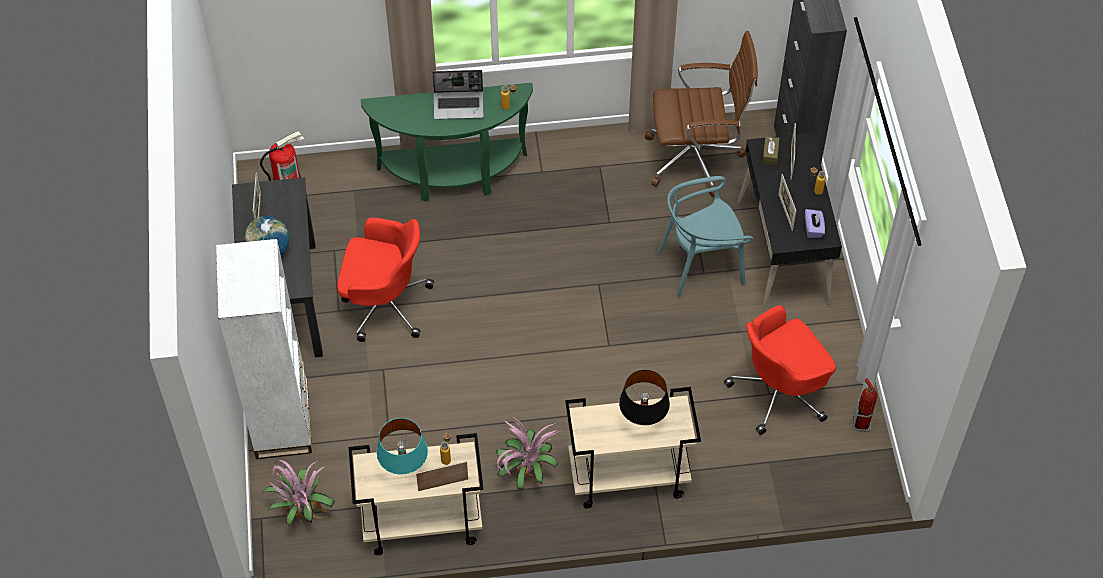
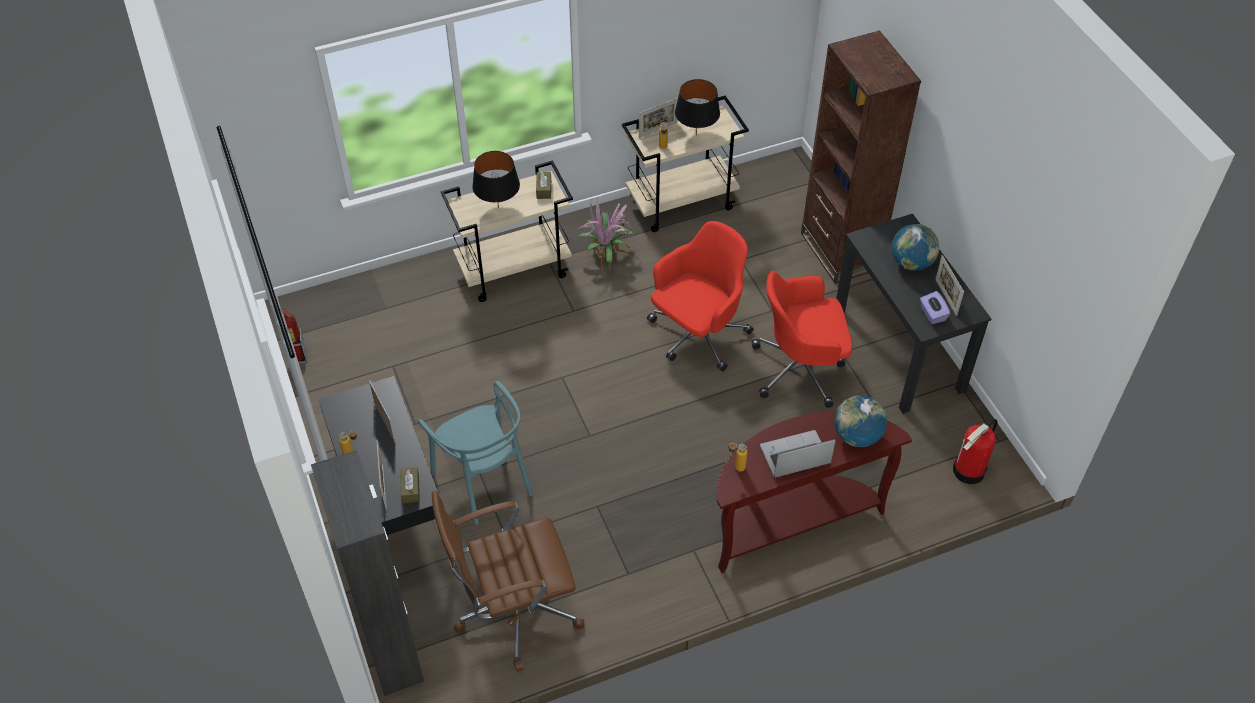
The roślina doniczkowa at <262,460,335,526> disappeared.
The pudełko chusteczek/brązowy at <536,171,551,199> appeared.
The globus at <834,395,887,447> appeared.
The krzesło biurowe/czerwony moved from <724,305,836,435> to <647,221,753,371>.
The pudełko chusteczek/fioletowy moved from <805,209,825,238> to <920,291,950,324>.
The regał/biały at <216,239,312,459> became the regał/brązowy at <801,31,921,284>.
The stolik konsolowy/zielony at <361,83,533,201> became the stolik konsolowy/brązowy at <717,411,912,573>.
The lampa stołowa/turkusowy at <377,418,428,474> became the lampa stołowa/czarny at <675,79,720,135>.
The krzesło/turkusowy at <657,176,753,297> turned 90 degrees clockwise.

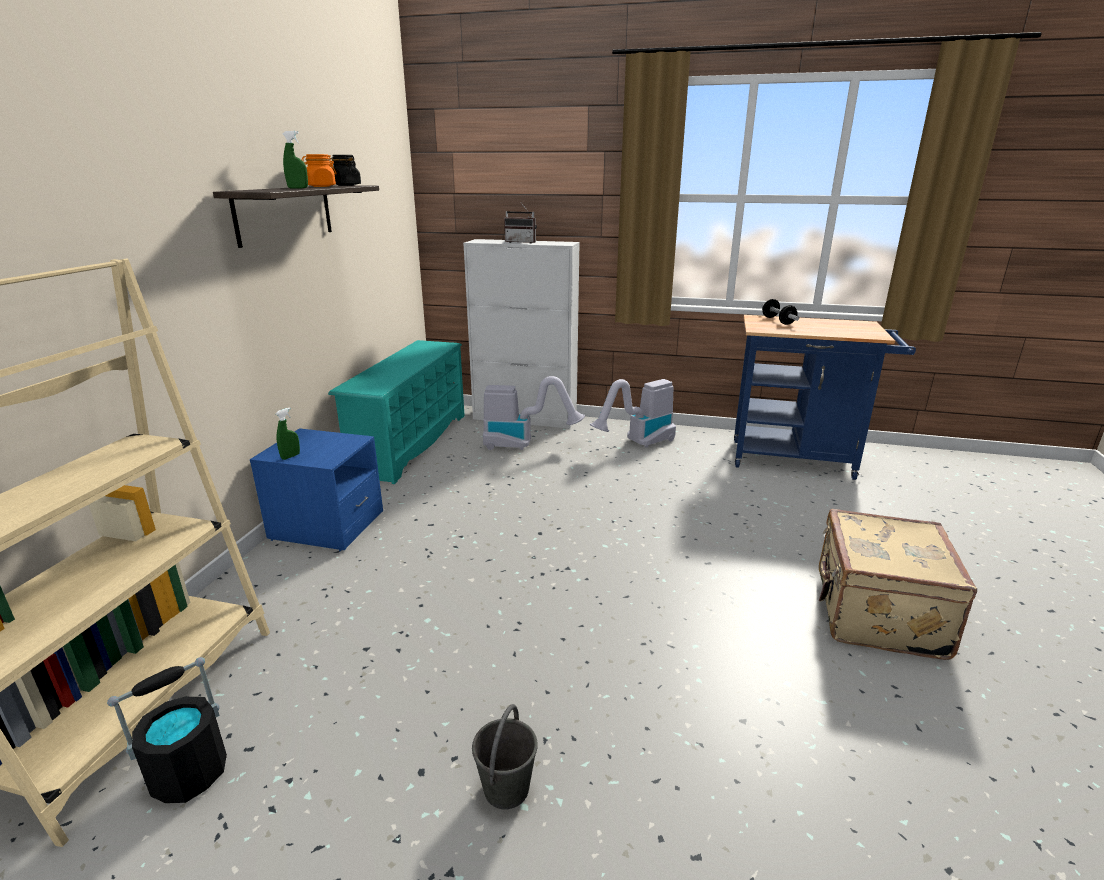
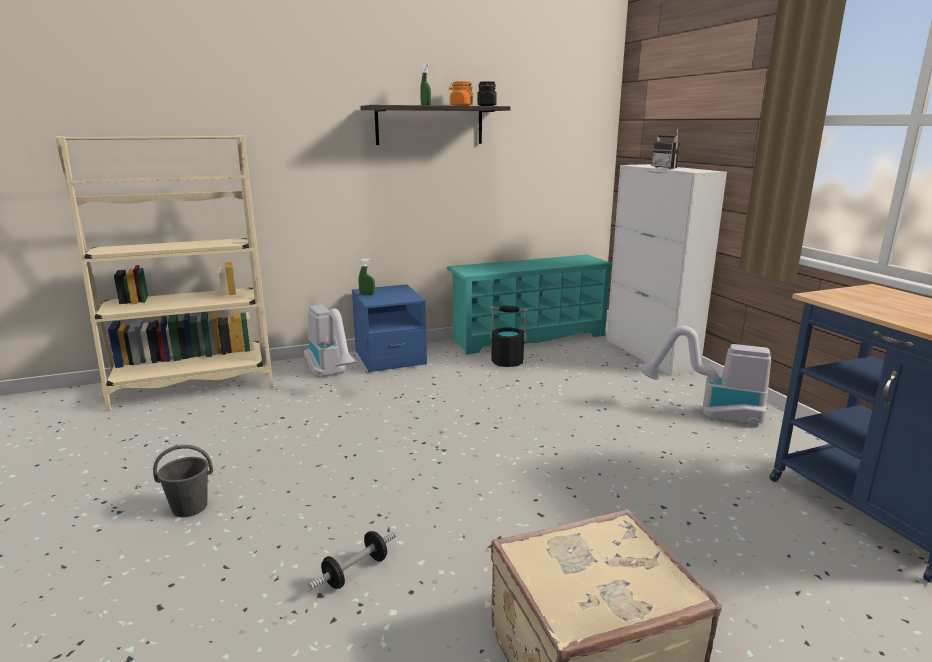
The wiadro/czarny moved from <107,657,227,803> to <490,306,528,367>.
The odkurzacz moved from <483,376,585,450> to <304,304,357,377>.
The hantel moved from <761,299,799,325> to <308,531,397,590>.

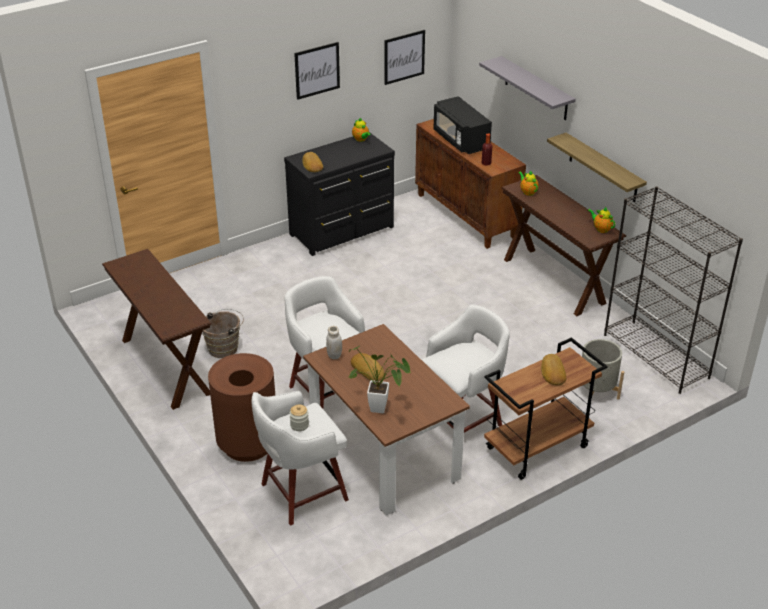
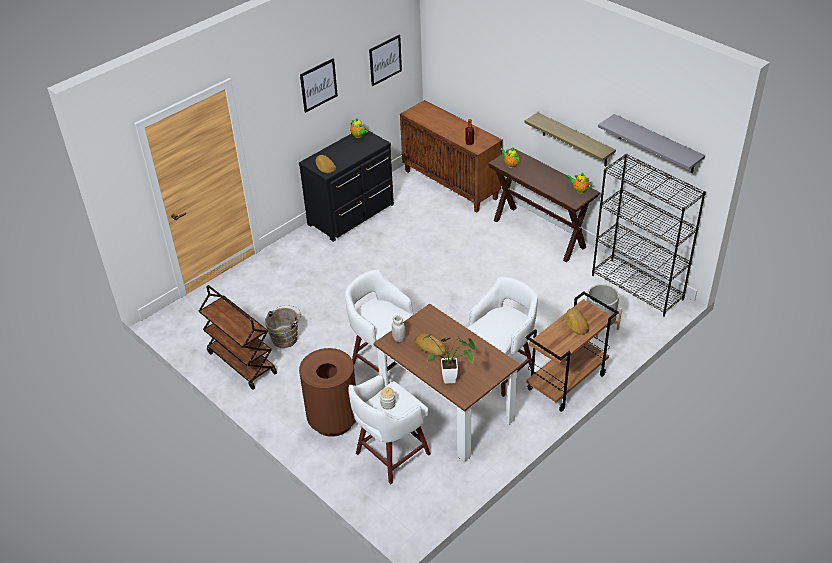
The mikrofalówka/czarny at <434,96,492,154> disappeared.
The półka/szary moved from <479,56,576,120> to <598,114,705,173>.
The stolik konsolowy/brązowy at <102,249,211,410> was replaced by the wózek/brązowy at <199,285,277,390>.

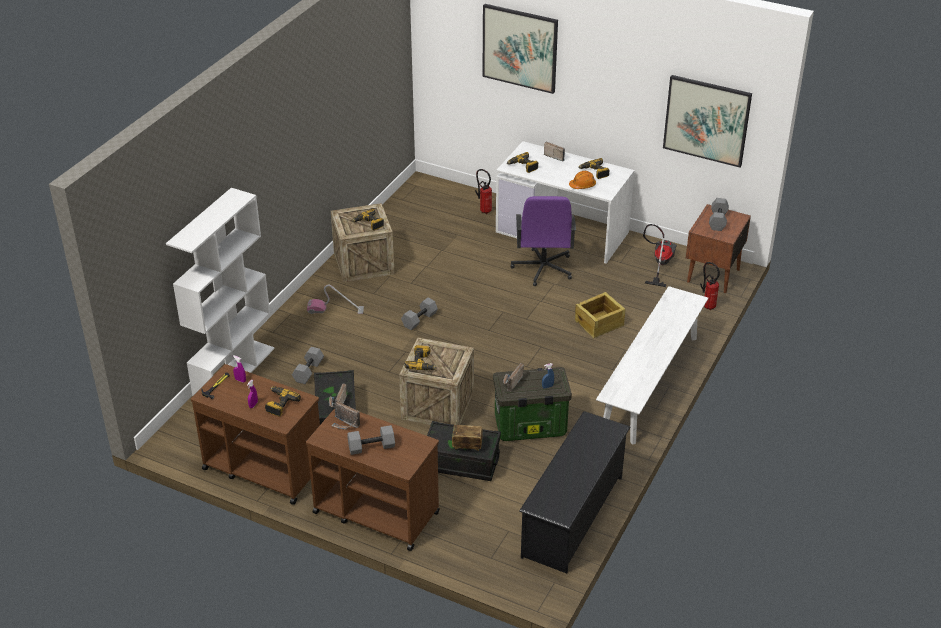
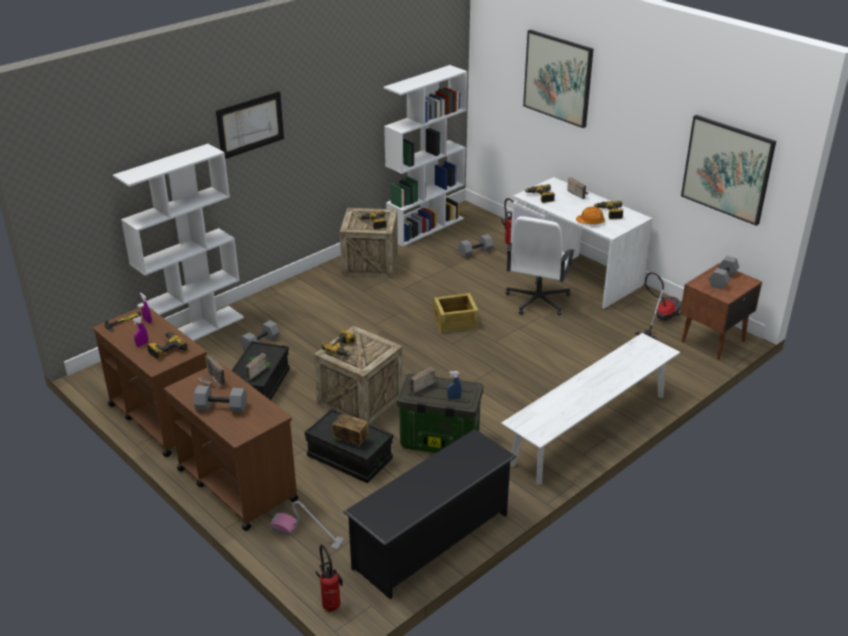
The obraz at <216,91,284,159> appeared.
The regał/biały at <383,65,467,247> appeared.
The odkurzacz moved from <307,284,364,314> to <270,501,344,550>.
The hantel/szary moved from <401,298,438,330> to <458,234,494,258>.
The skrzynka moved from <575,292,625,338> to <434,293,478,333>.
The gaśnica moved from <700,262,720,310> to <316,544,343,612>.
The krzesło biurowe/fioletowy at <510,196,576,286> became the krzesło biurowe/biały at <506,216,575,315>.

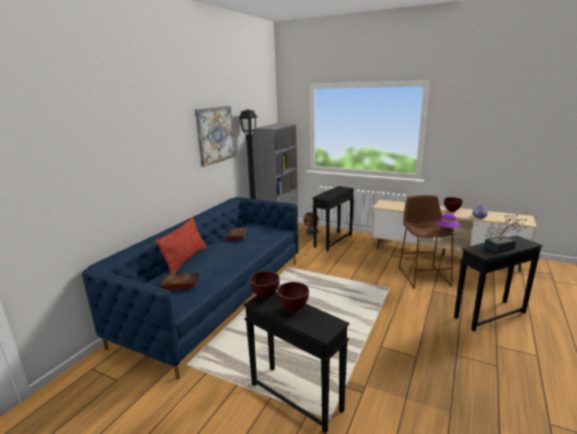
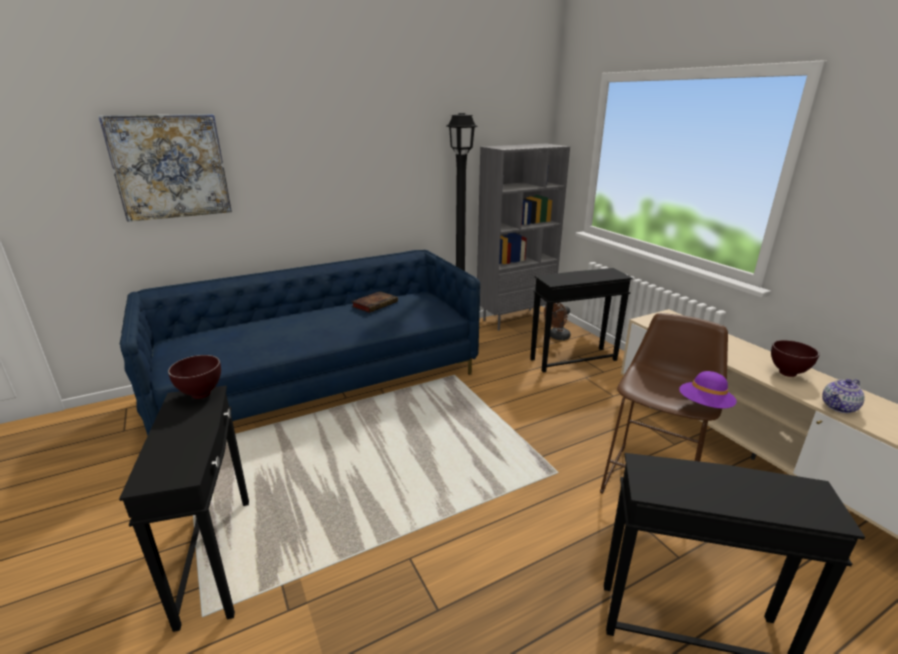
The poduszka at <155,217,207,274> disappeared.
The książka at <159,273,198,290> disappeared.
The miska/brązowy at <277,282,309,313> disappeared.
The roślina doniczkowa at <484,214,527,253> disappeared.
The obraz moved from <195,106,235,167> to <98,114,232,222>.

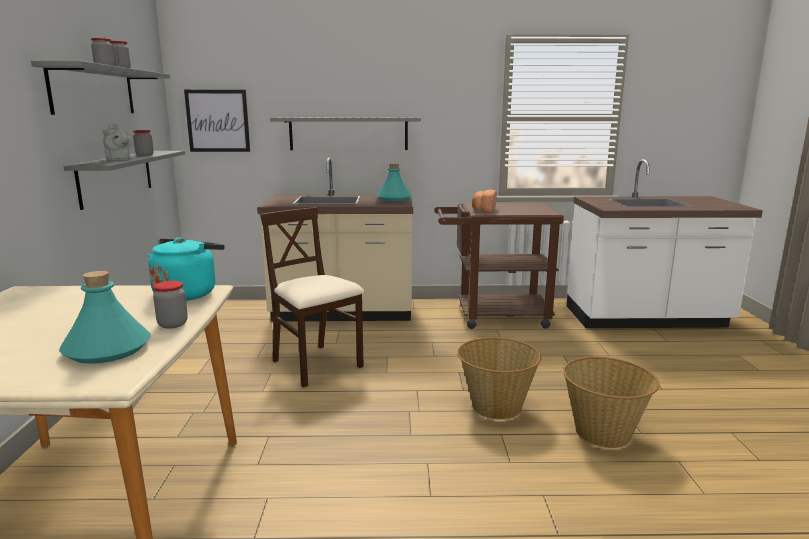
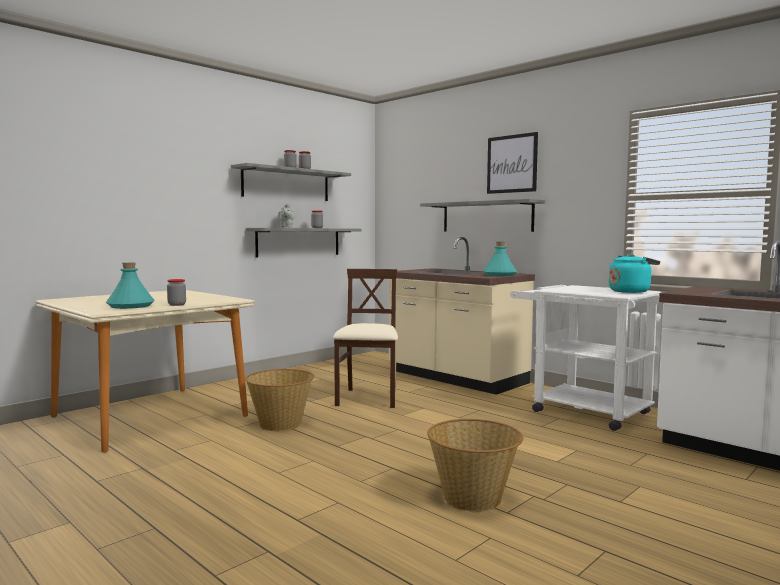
The chleb at <472,190,497,213> disappeared.
The czajnik/turkusowy moved from <148,237,225,301> to <609,254,660,293>.
The obraz moved from <184,90,250,152> to <487,132,538,194>.
The koszyk moved from <457,337,541,420> to <245,369,315,431>.
The wózek/brązowy at <434,203,564,329> became the wózek/biały at <510,285,661,431>.

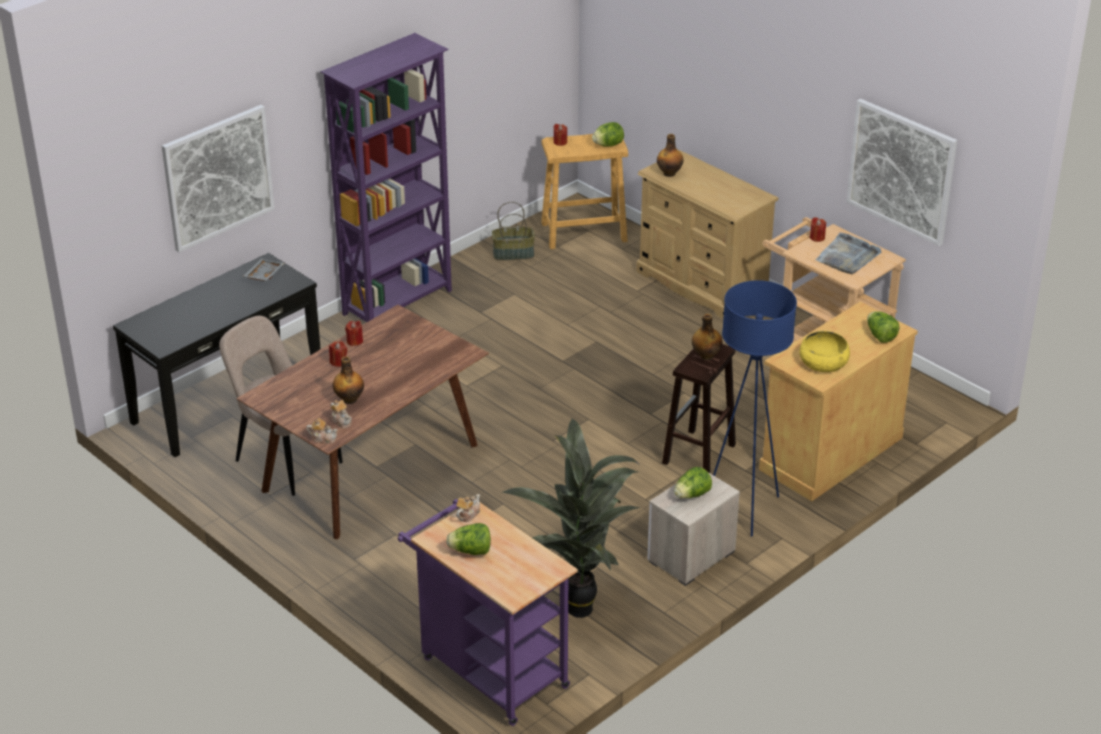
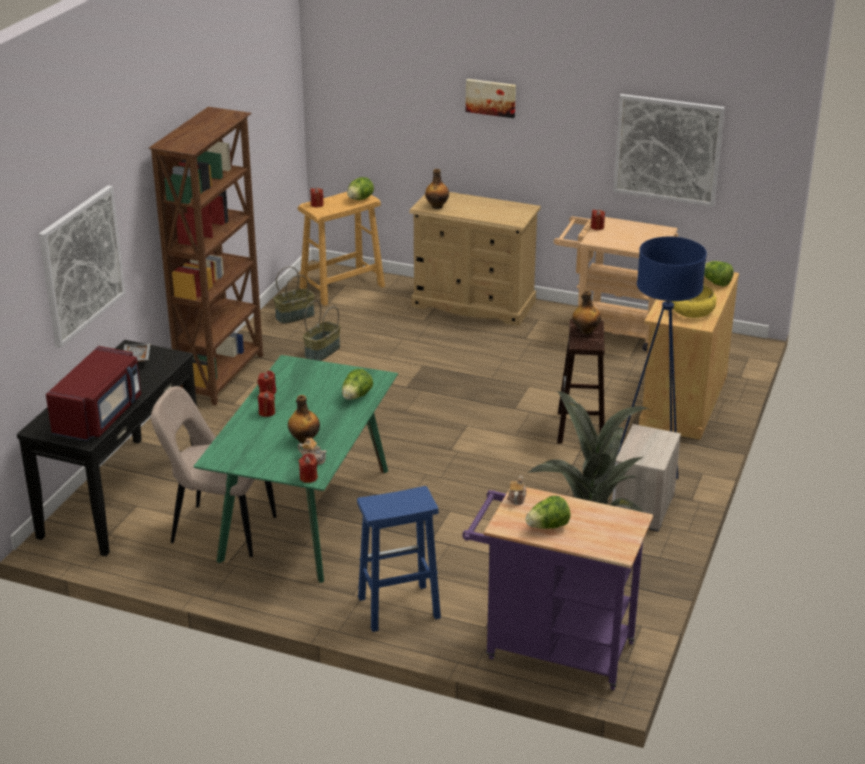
The taca/szary at <816,232,881,274> disappeared.
The mikrofalówka/czerwony at <46,346,141,441> appeared.
The koszyk at <303,300,340,361> appeared.
The stołek/niebieski at <357,486,441,632> appeared.
The obraz at <466,79,516,118> appeared.
The sałata moved from <674,467,712,498> to <342,369,373,400>.
The imbryk at <306,418,338,444> was replaced by the świeca/czerwony at <299,453,318,483>.
The stół jadalny/brązowy at <237,305,489,539> became the stół jadalny/zielony at <193,355,398,583>.
The regał/fioletowy at <320,33,452,322> became the regał/brązowy at <149,107,263,406>.

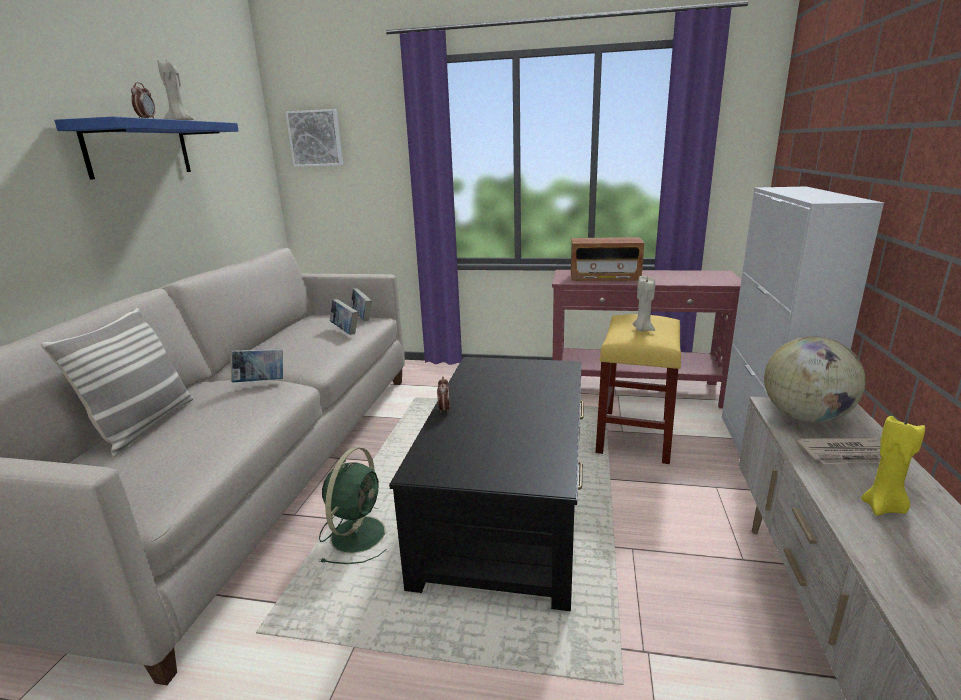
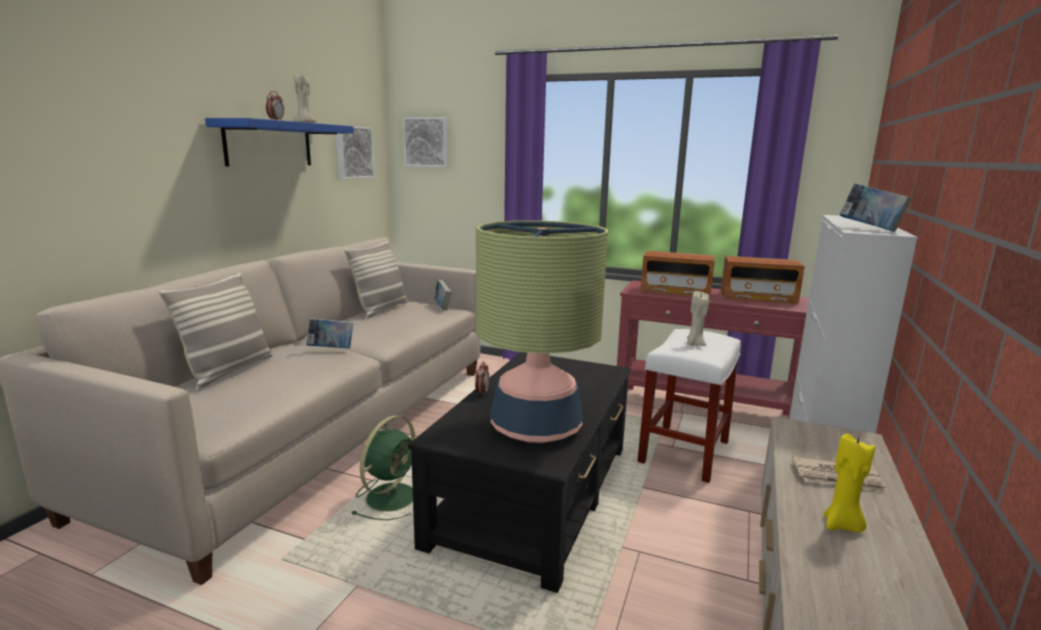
The globus at <764,336,866,423> disappeared.
The obraz at <336,126,375,179> appeared.
The poduszka at <344,241,408,319> appeared.
The lampa stołowa at <476,220,608,443> appeared.
The radio at <721,256,805,304> appeared.
The książka moved from <330,299,359,335> to <840,183,912,232>.
The stołek/żółty at <596,314,681,464> became the stołek/biały at <637,329,741,483>.

